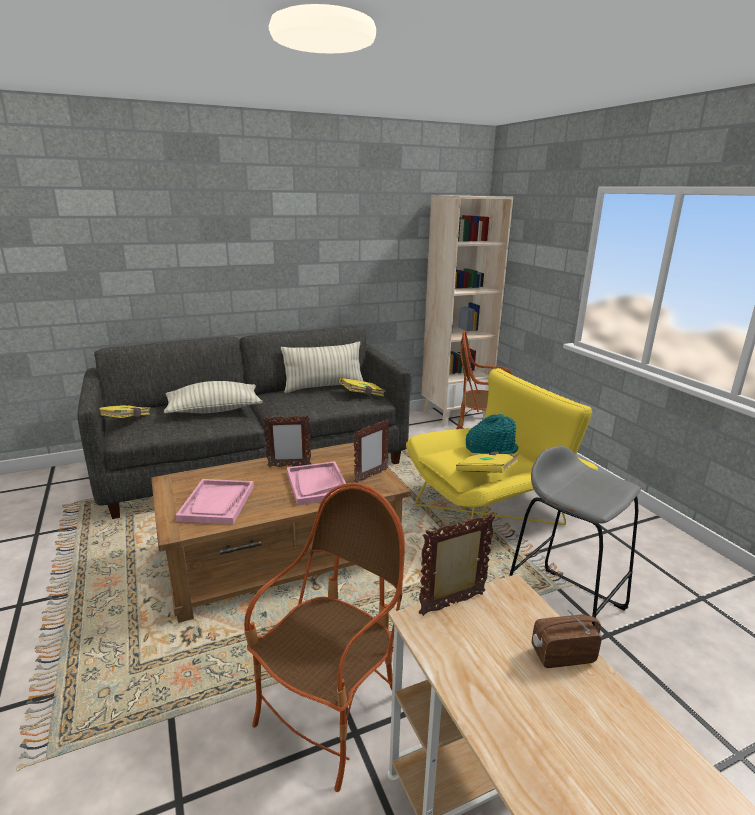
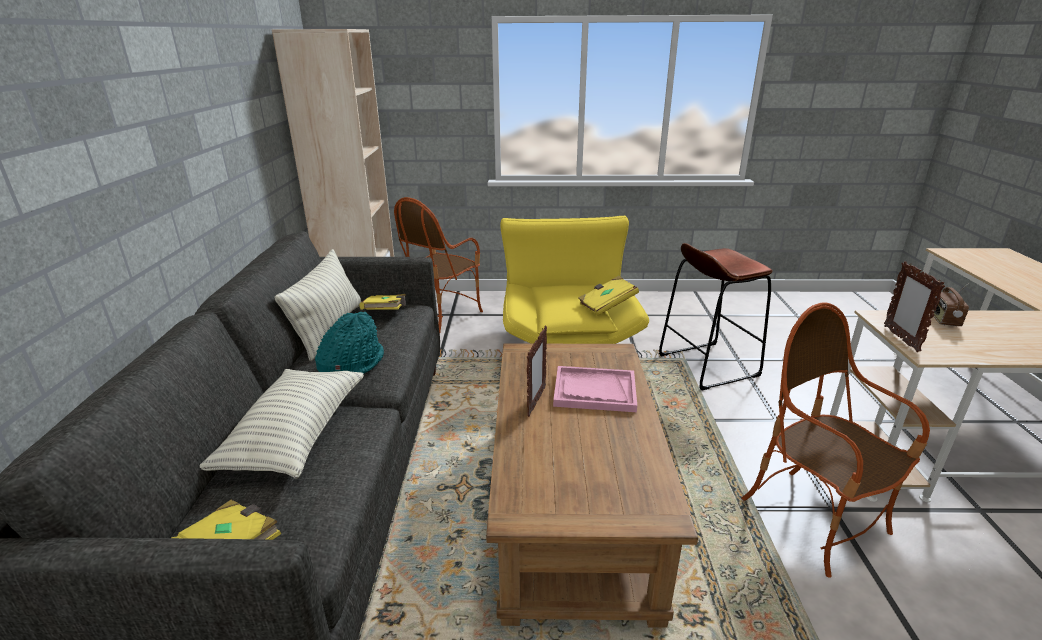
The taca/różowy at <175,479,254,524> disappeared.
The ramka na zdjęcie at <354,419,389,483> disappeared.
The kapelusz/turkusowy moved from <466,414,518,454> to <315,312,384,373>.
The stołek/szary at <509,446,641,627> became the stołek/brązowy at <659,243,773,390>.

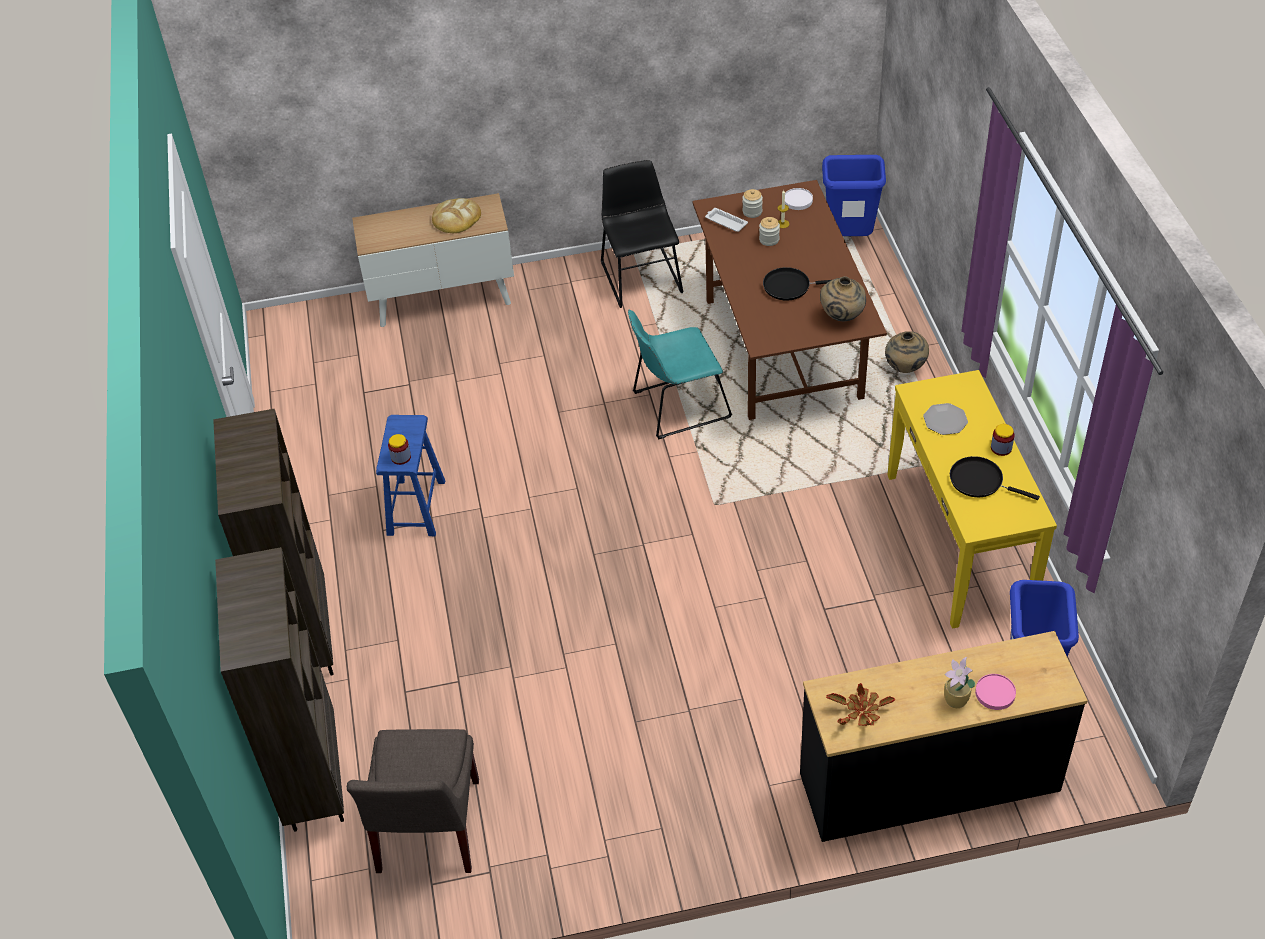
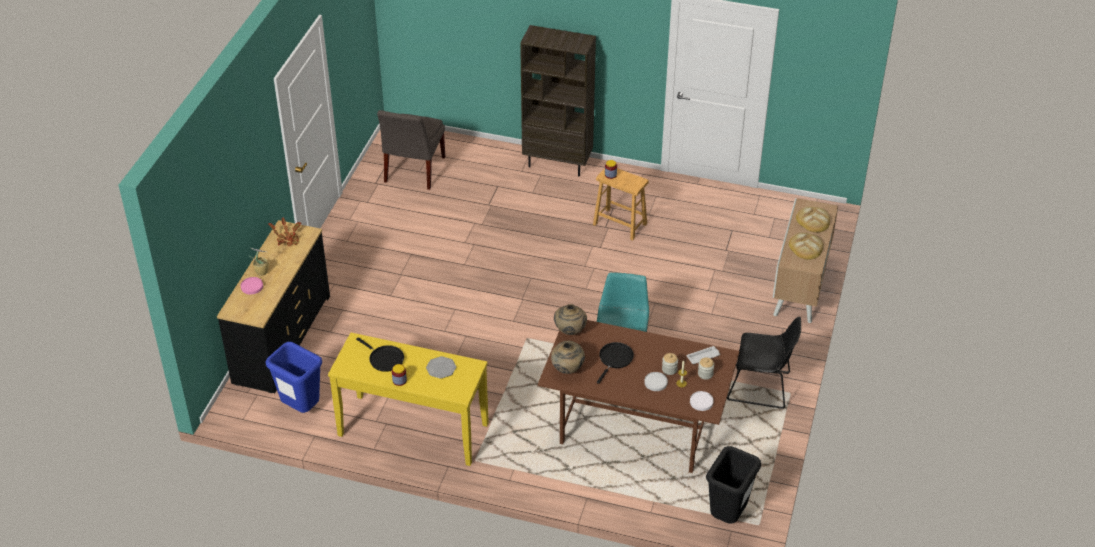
The regał/brązowy at <215,547,344,831> disappeared.
The talerz/biały at <644,372,668,391> appeared.
The chleb at <796,207,830,233> appeared.
The wazon/beżowy moved from <885,331,929,373> to <554,304,587,335>.
The stołek/niebieski at <376,415,445,536> became the stołek/brązowy at <593,168,649,241>.
The kosz na śmieci/niebieski at <822,155,886,236> became the kosz na śmieci/czarny at <706,446,761,524>.
The krzesło/szary at <347,729,479,873> turned 105 degrees counterclockwise.
The patelnia/czarny at <950,456,1040,500> turned 75 degrees clockwise.

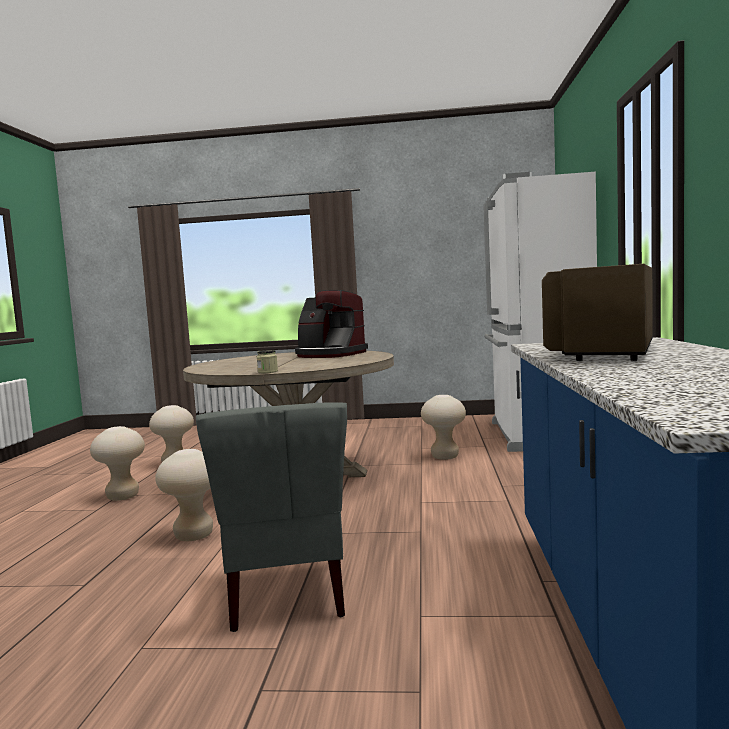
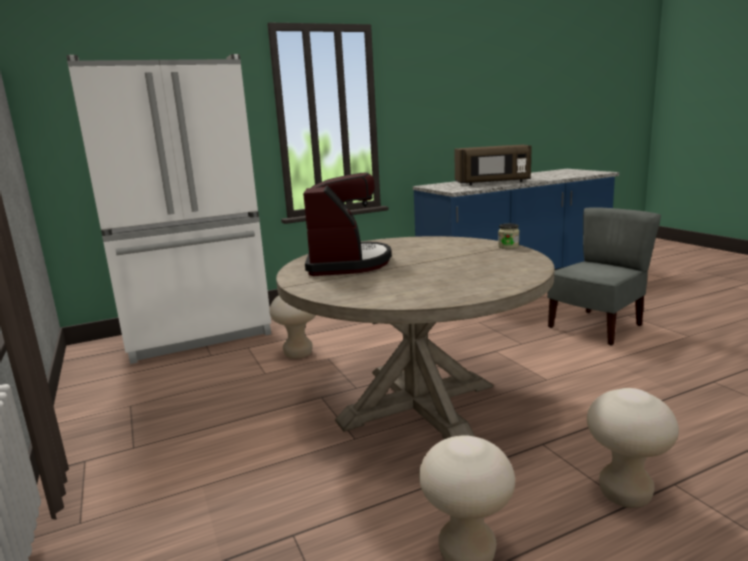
The stołek/beżowy at <155,449,213,541> disappeared.

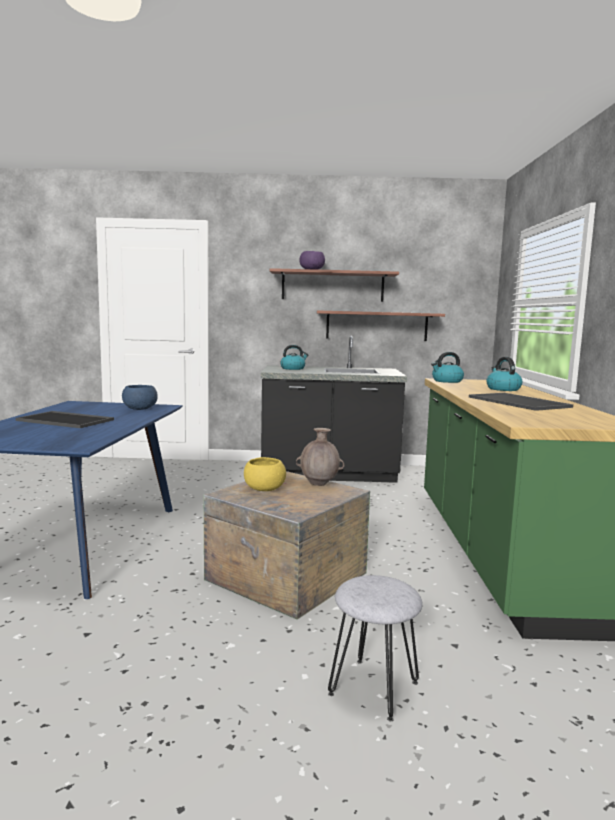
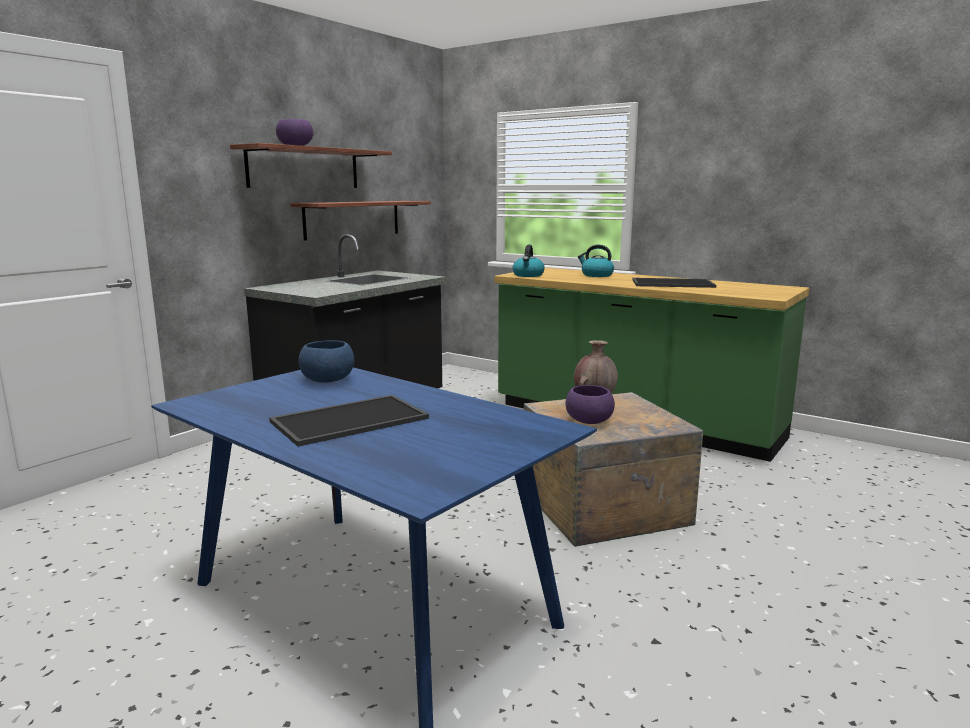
The czajnik at <280,345,308,370> disappeared.
The stołek/szary at <328,575,423,721> disappeared.
The miska/żółty at <244,457,286,491> became the miska/fioletowy at <566,385,615,424>.

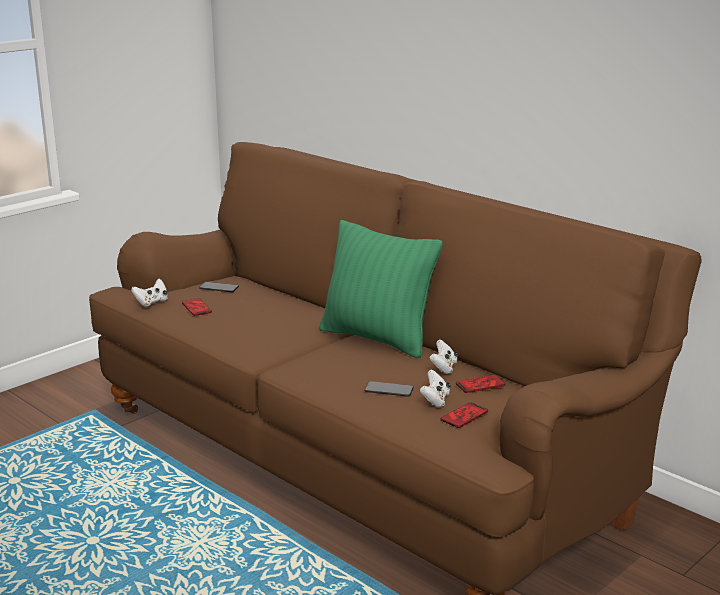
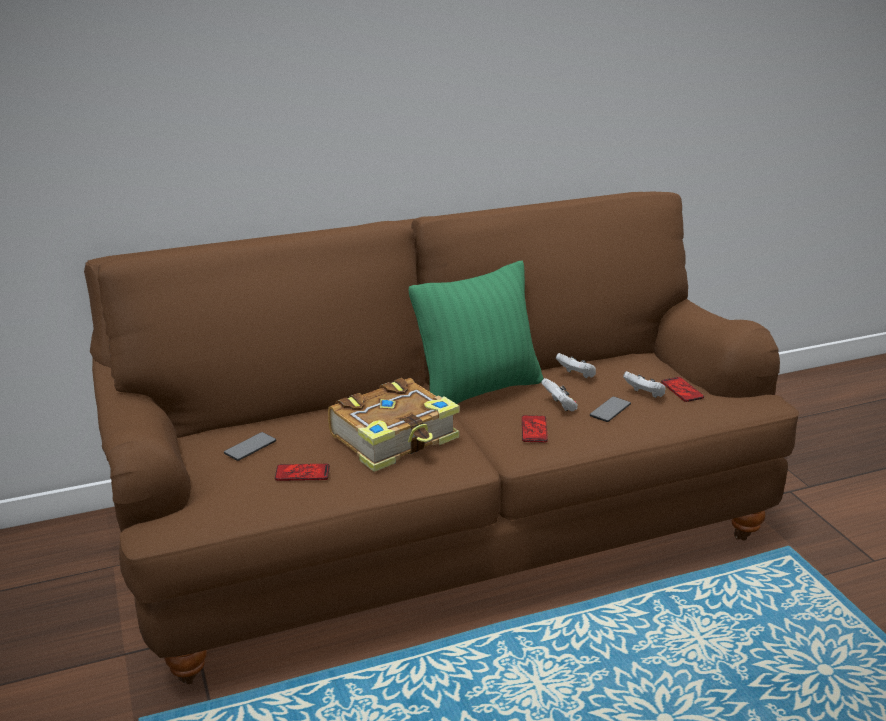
The książka at <328,378,460,472> appeared.
The pad do gier/biały moved from <131,279,168,307> to <541,378,578,411>.
The telefon moved from <456,375,506,393> to <522,415,548,443>.

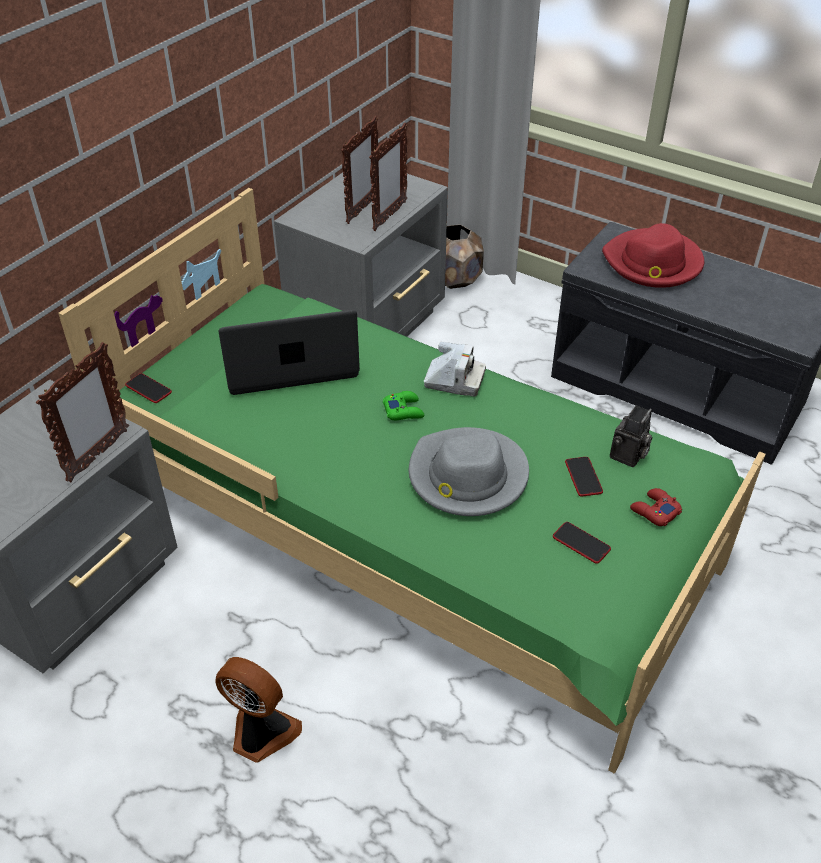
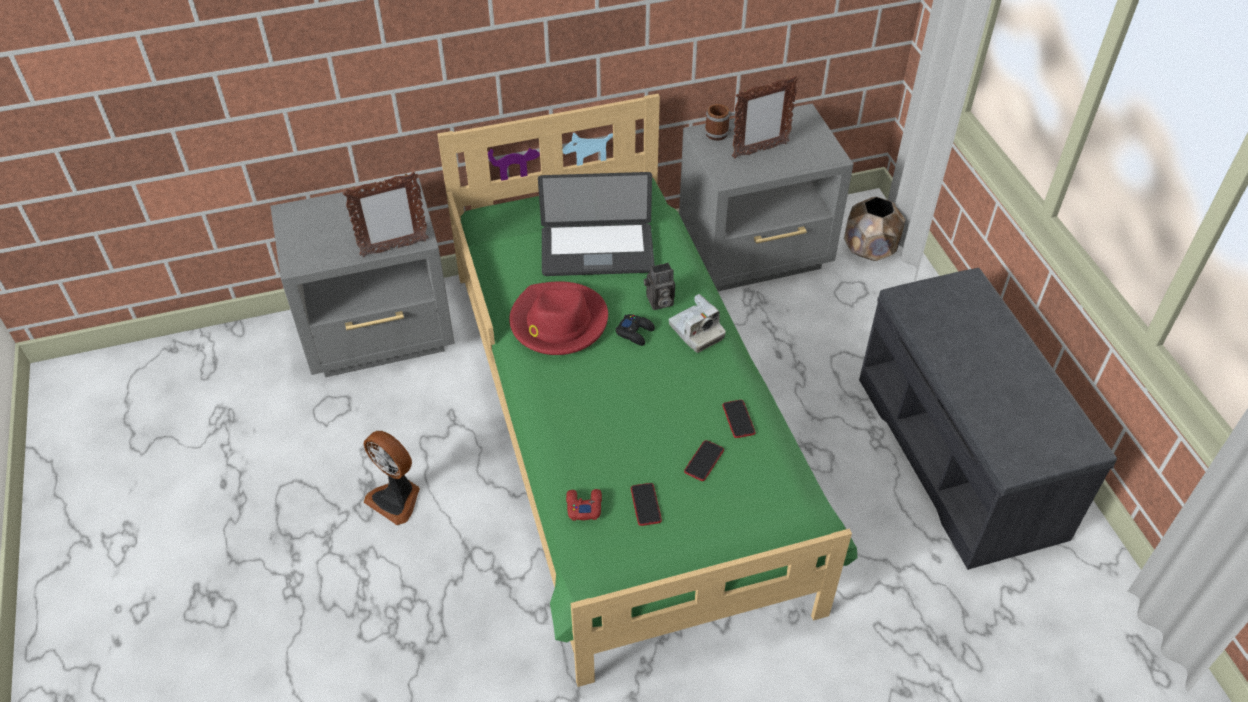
The ramka na zdjęcie at <369,123,407,231> disappeared.
The kapelusz/szary at <409,427,529,516> disappeared.
The kubek at <704,104,739,141> appeared.
The telefon moved from <125,373,172,403> to <723,400,755,438>.
The kapelusz/czerwony moved from <602,223,704,288> to <509,281,608,355>.
The aparat fotograficzny moved from <610,405,652,467> to <644,263,675,310>.
The pad do gier/czerwony moved from <630,488,682,526> to <566,489,602,520>.
The pad do gier/zielony at <383,391,424,420> became the pad do gier/czarny at <615,314,655,346>.
The wentylator at <215,657,302,763> turned 150 degrees clockwise.
The laptop at <219,310,360,395> turned 150 degrees clockwise.

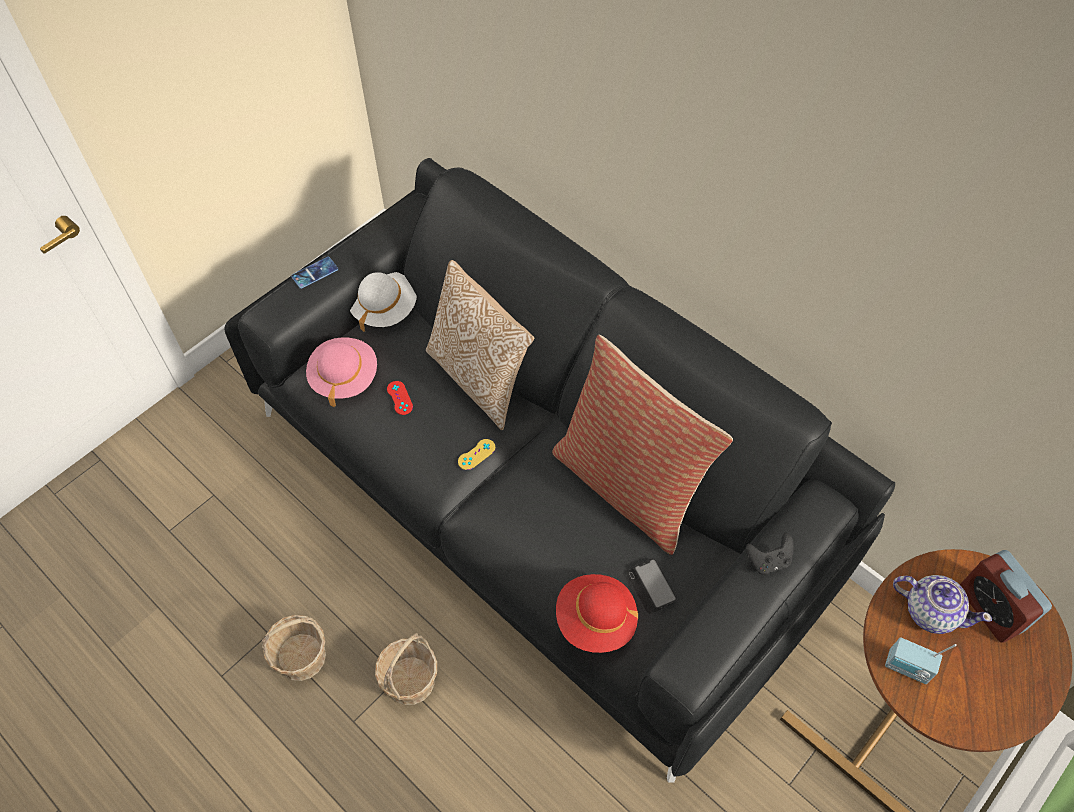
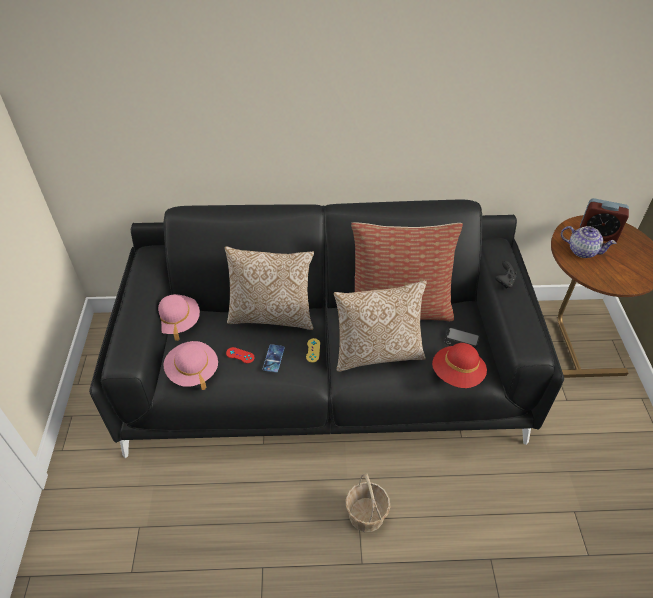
The koszyk at <261,615,326,681> disappeared.
The radio at <885,637,957,684> disappeared.
The poduszka at <334,280,427,372> appeared.
The telefon moved from <291,257,338,289> to <263,344,285,372>.
The kapelusz/biały at <350,272,417,332> became the kapelusz/różowy at <158,294,200,341>.
The imbryk at <893,575,992,634> turned 45 degrees clockwise.

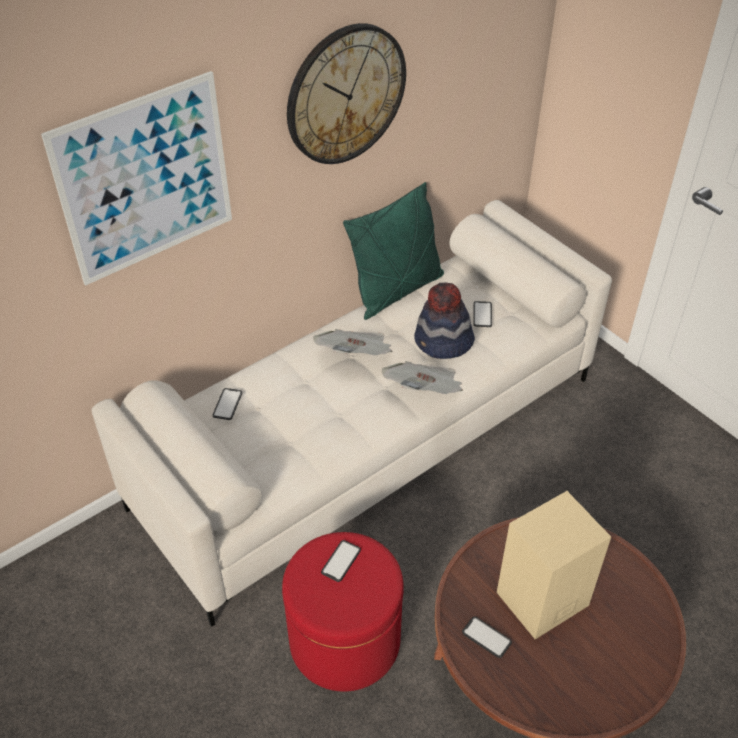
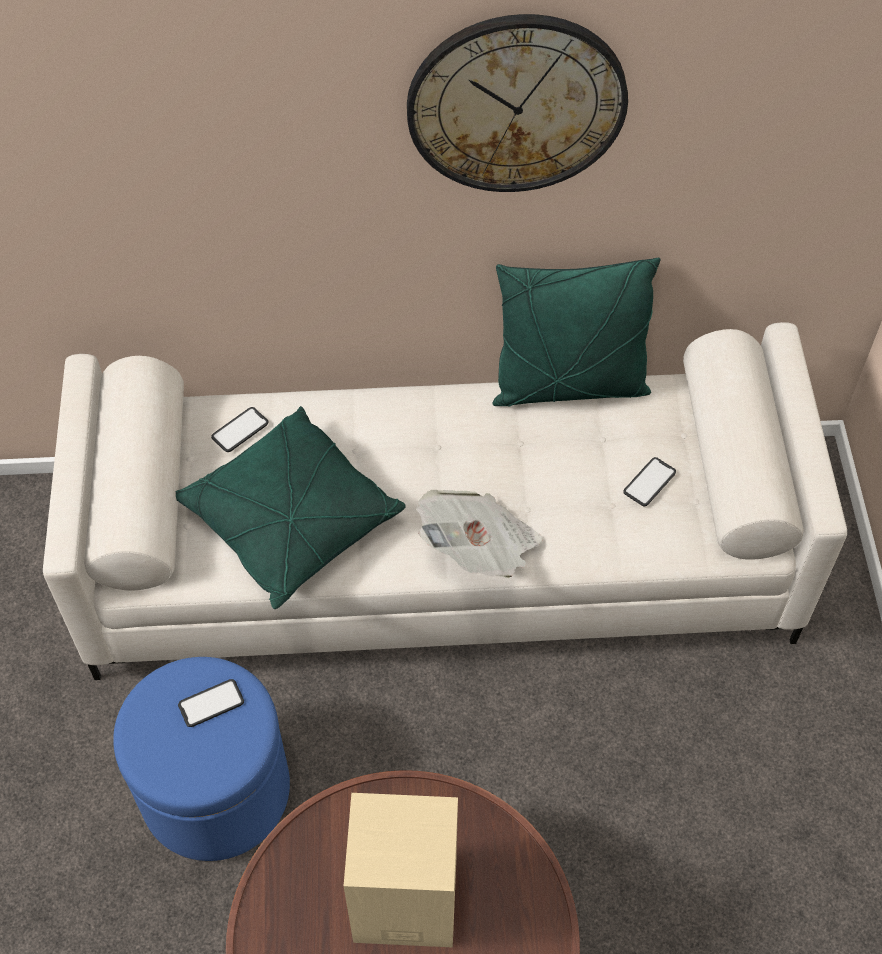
The obraz at <41,71,232,285> disappeared.
The gazeta at <313,329,392,355> disappeared.
The kapelusz at <414,282,475,359> disappeared.
The telefon at <462,617,512,658> disappeared.
The poduszka/zielony at <176,406,406,609> appeared.
The pufa/czerwony at <282,532,404,692> became the pufa/niebieski at <113,657,290,861>.

